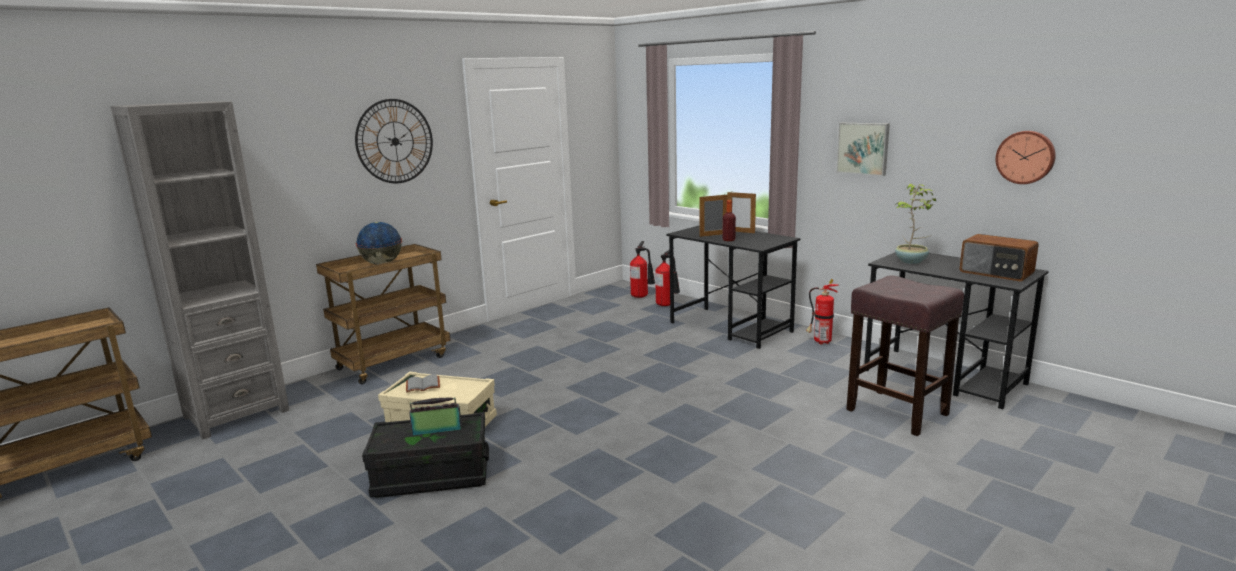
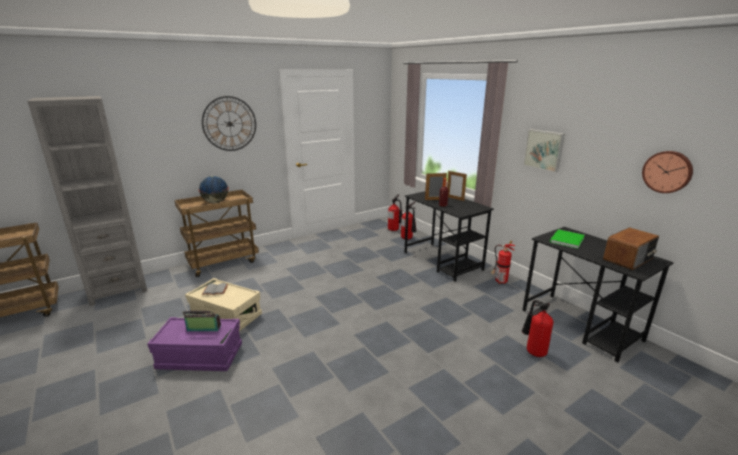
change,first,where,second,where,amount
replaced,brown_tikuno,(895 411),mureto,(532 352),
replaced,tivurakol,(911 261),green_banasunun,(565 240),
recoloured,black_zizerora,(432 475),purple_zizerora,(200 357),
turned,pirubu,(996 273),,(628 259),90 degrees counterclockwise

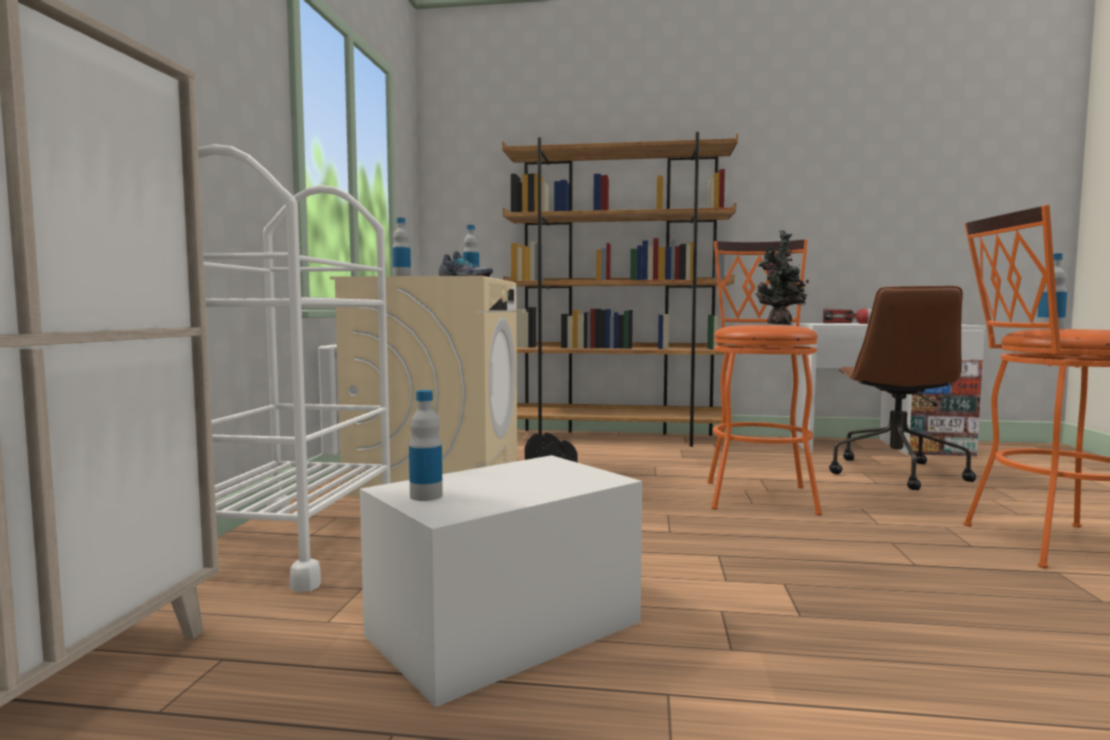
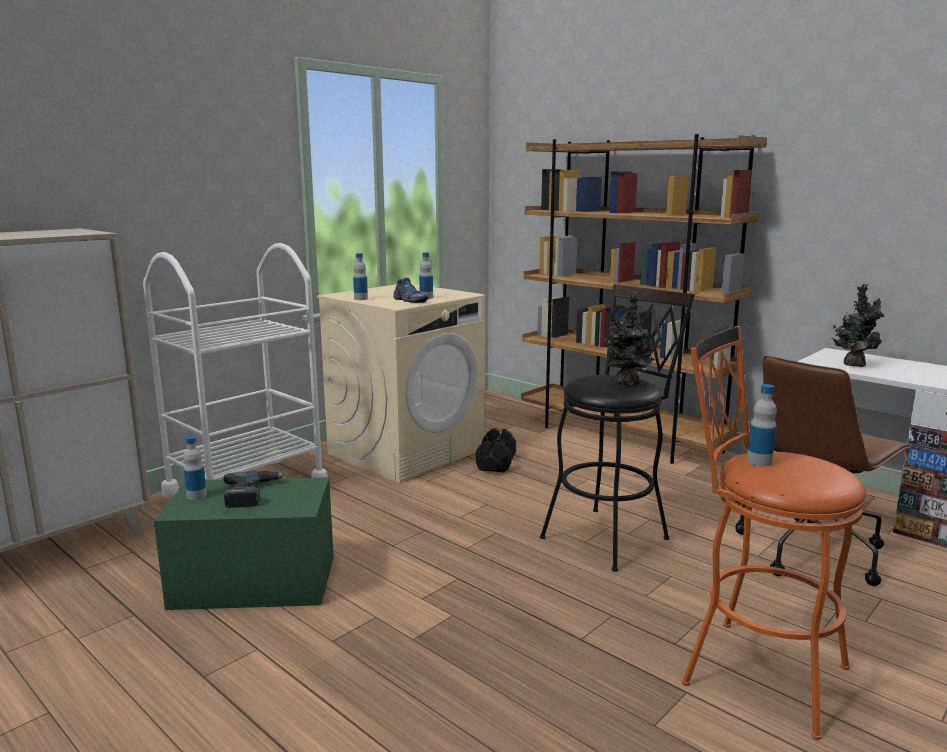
change,first,where,second,where,amount
added,,,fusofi,(252 493),
replaced,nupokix,(846 323),tivurakol,(853 364),
recoloured,white_zizerora,(504 628),green_zizerora,(254 581),
recoloured,orange_tikuno,(759 494),black_tikuno,(611 534),

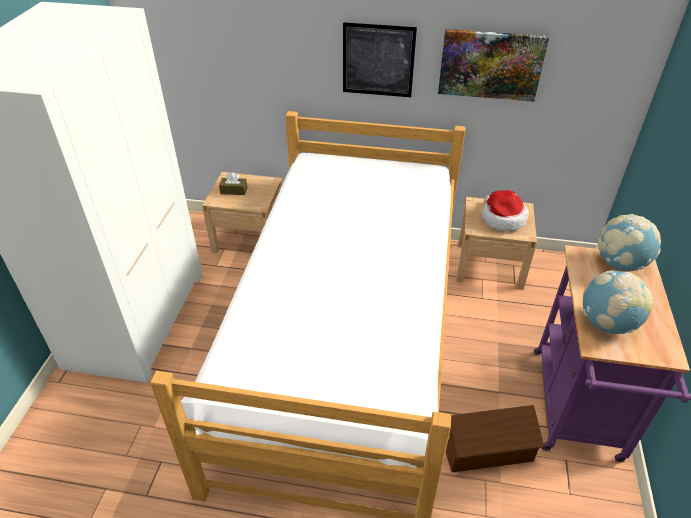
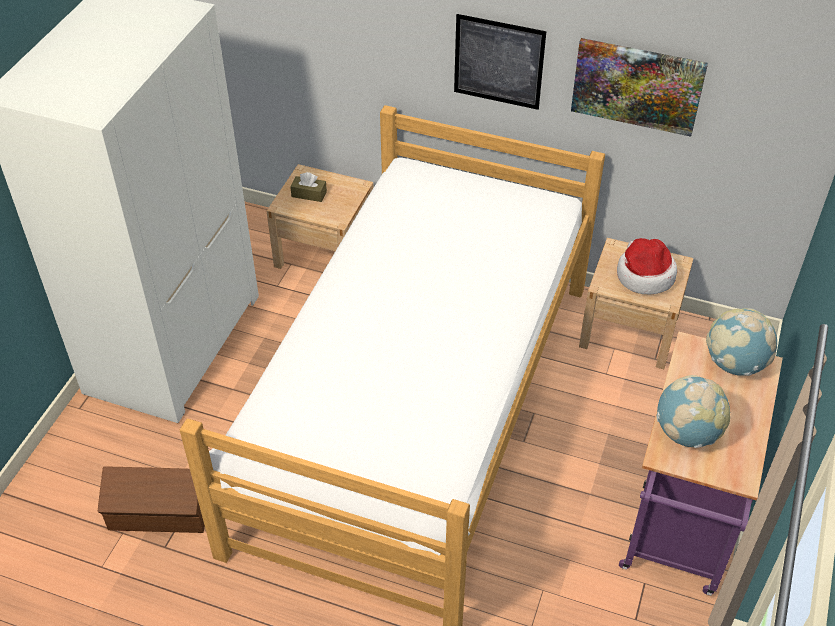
change,first,where,second,where,amount
moved,brown_zizerora,(487 450),,(160 514),

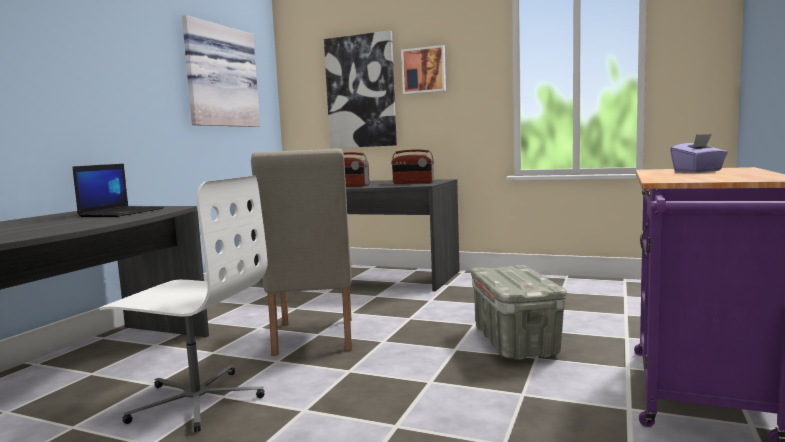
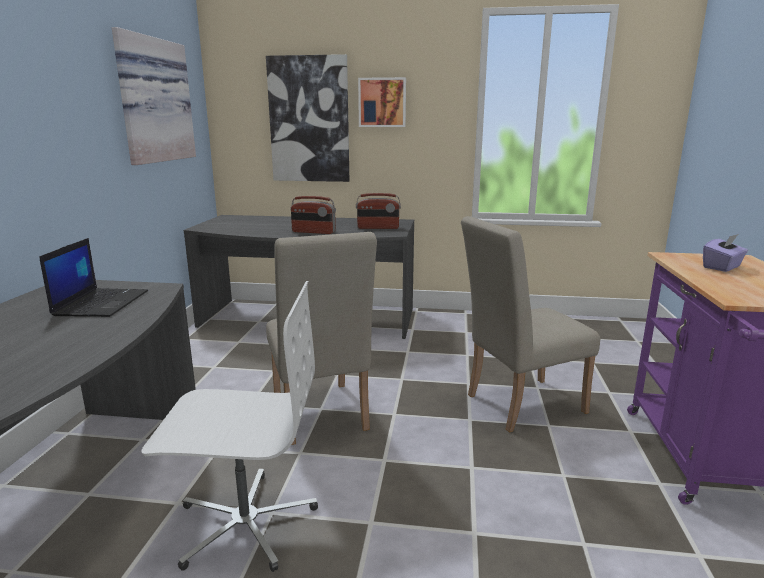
change,first,where,second,where,amount
replaced,grey_zizerora,(514 341),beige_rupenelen,(517 404),

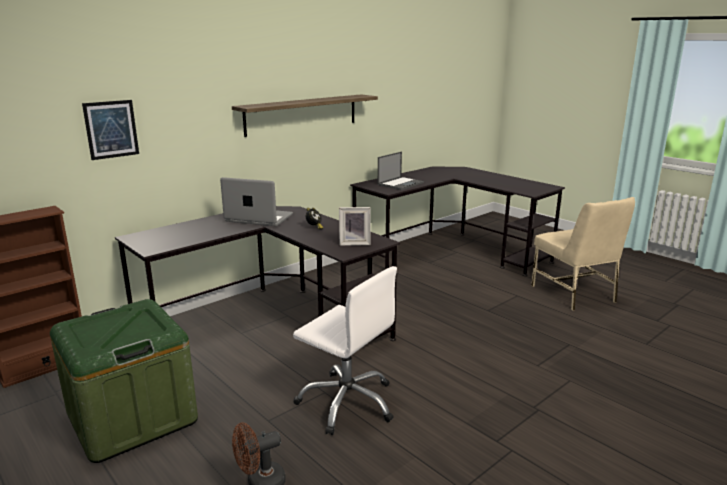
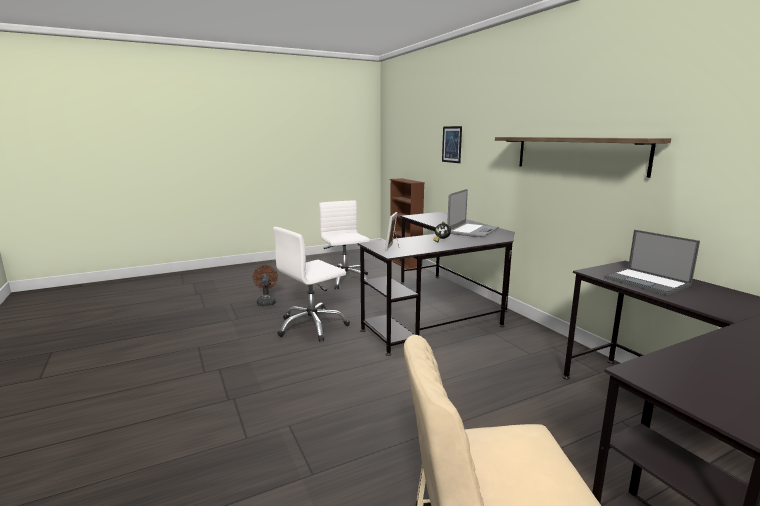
change,first,where,second,where,amount
replaced,green_zizerora,(132 417),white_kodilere,(344 280),

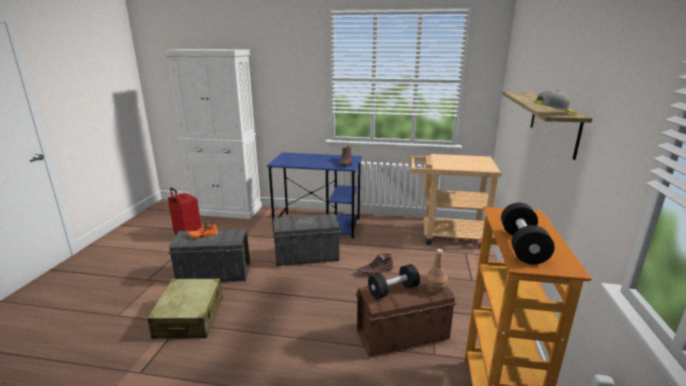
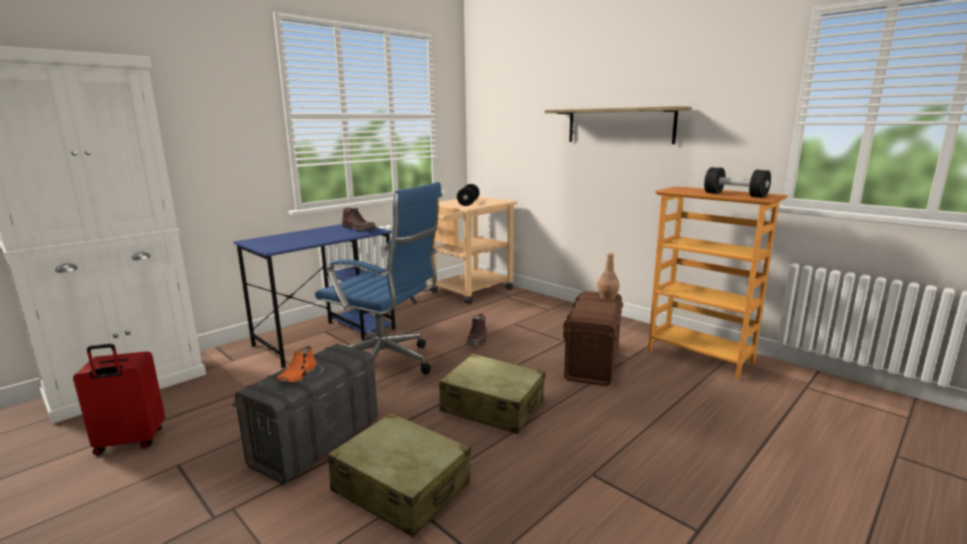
change,first,where,second,where,amount
removed,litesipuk,(555 114),,,
added,,,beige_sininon,(492 406),
moved,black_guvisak,(393 290),,(468 203),
replaced,grey_zizerora,(306 257),blue_kodilere,(387 364),

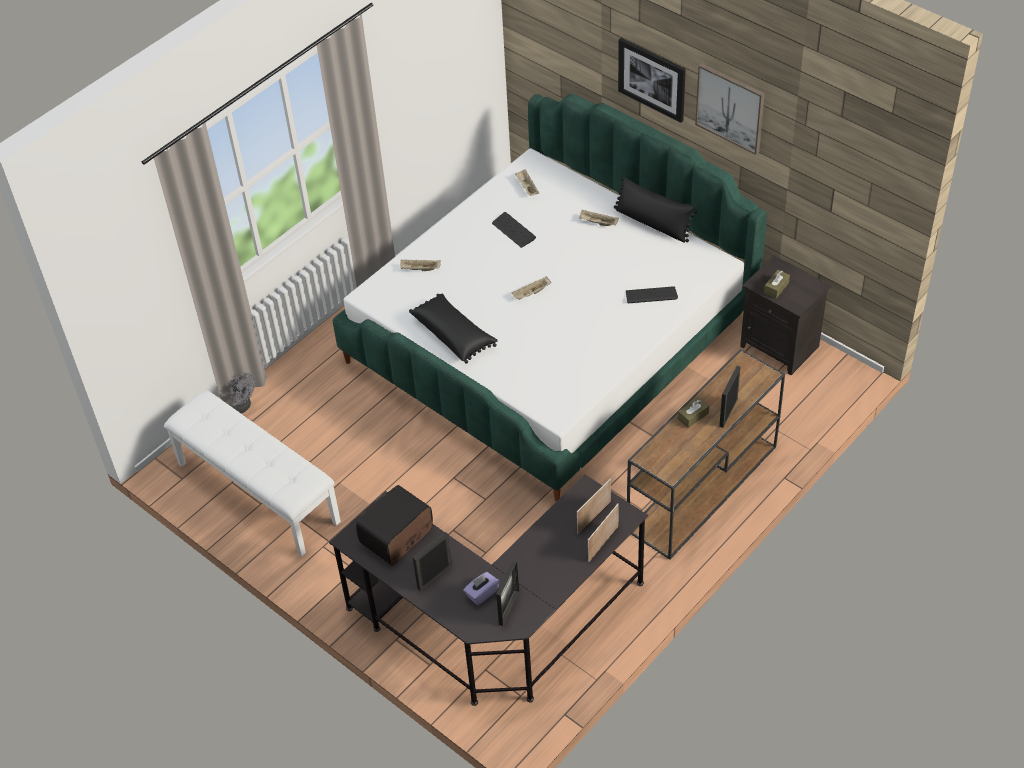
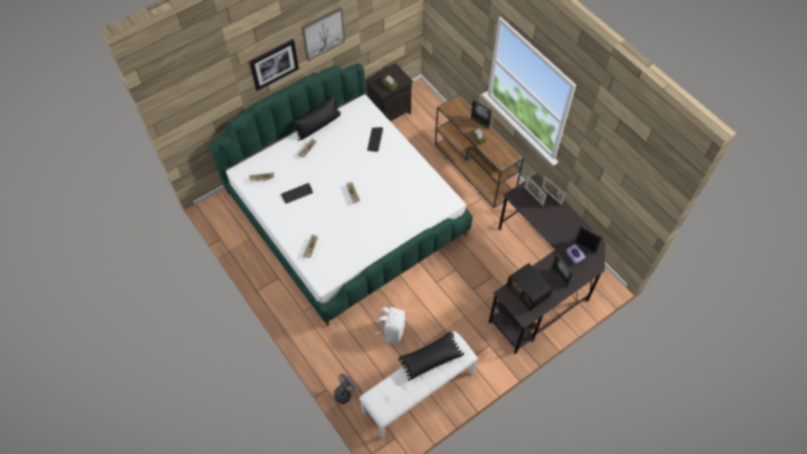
change,first,where,second,where,amount
added,,,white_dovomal,(392 331),
moved,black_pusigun,(454 335),,(430 358),

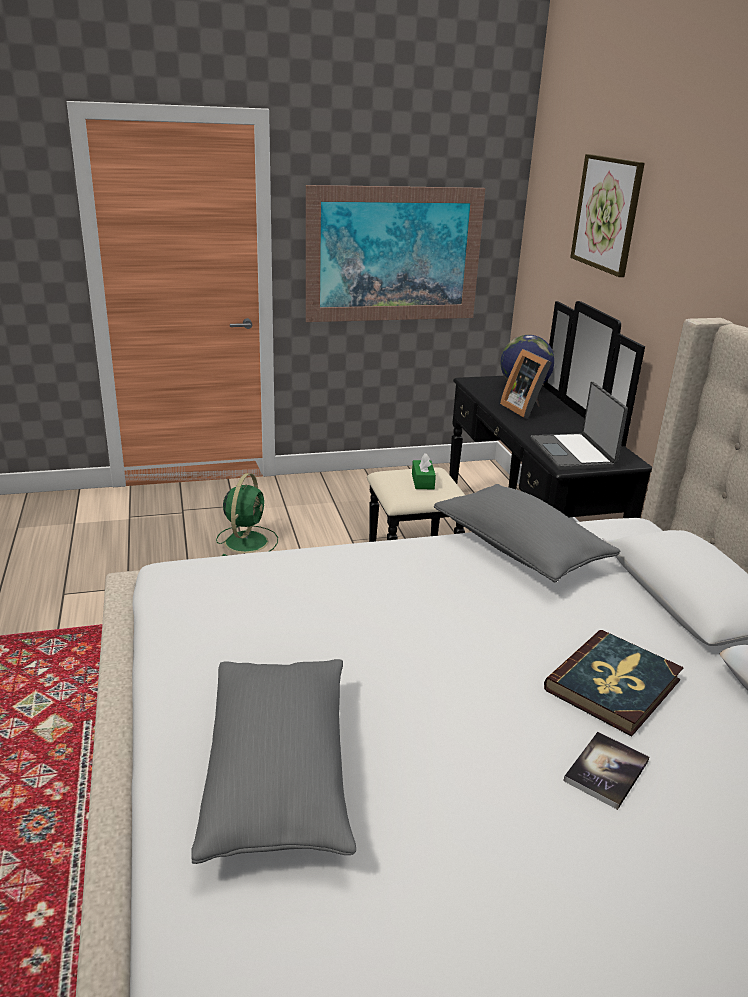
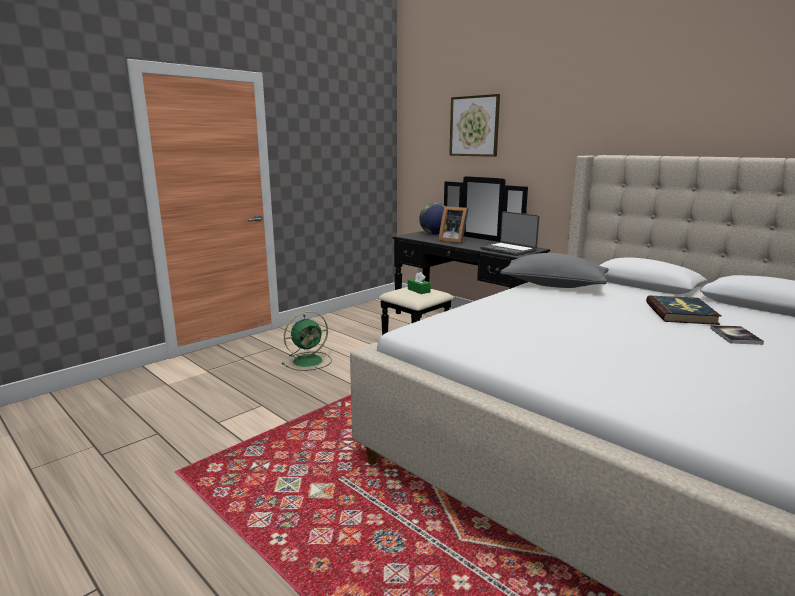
change,first,where,second,where,amount
removed,grey_pusigun,(278 775),,,
removed,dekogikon,(394 255),,,
turned,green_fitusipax,(247 541),,(309 361),75 degrees clockwise

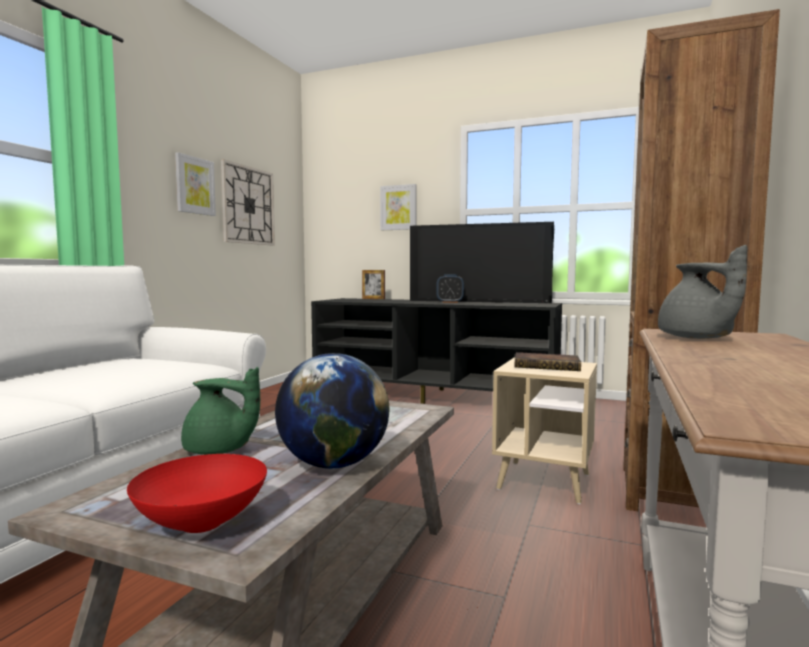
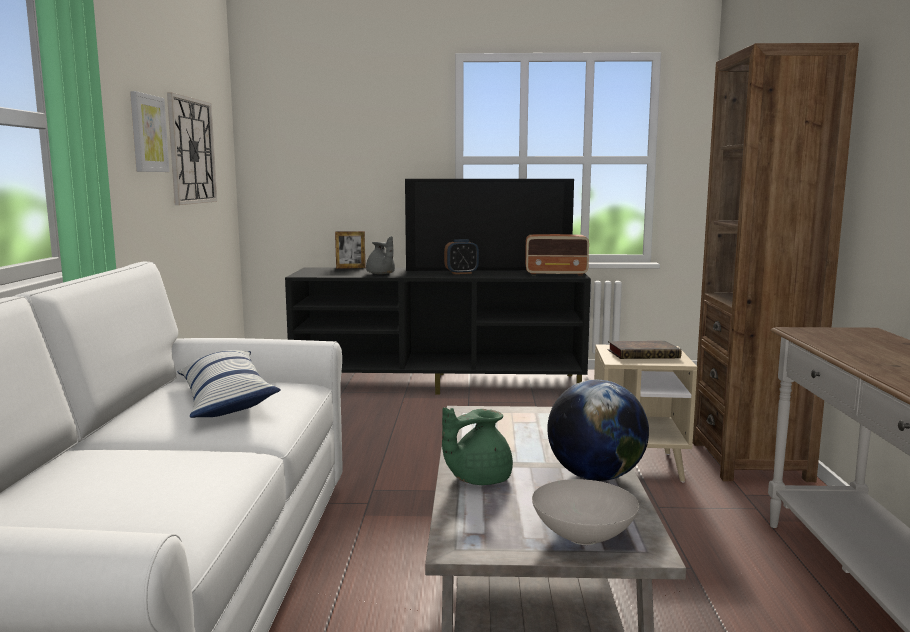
change,first,where,second,where,amount
removed,dekogikon,(398 207),,,
added,,,pusigun,(225 400),
added,,,pirubu,(556 274),
moved,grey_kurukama,(696 338),,(381 274),
recoloured,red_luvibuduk,(200 524),white_luvibuduk,(583 538),
turned,green_kurukama,(219 451),,(477 479),150 degrees clockwise

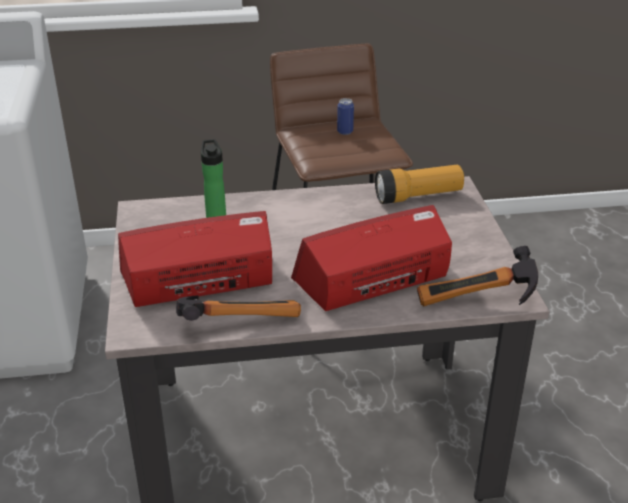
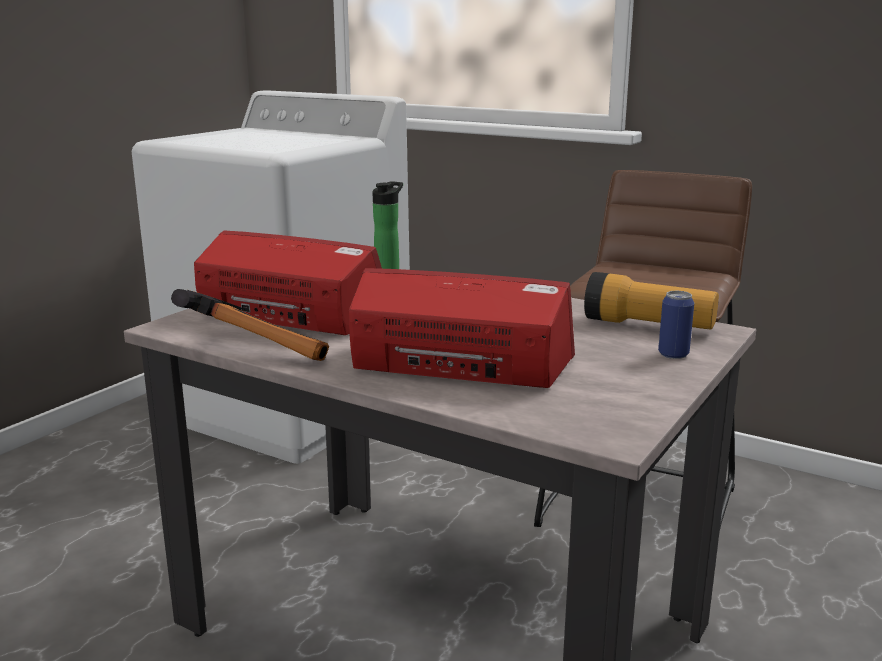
change,first,where,second,where,amount
removed,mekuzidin,(477 304),,,
moved,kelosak,(345 132),,(673 354),

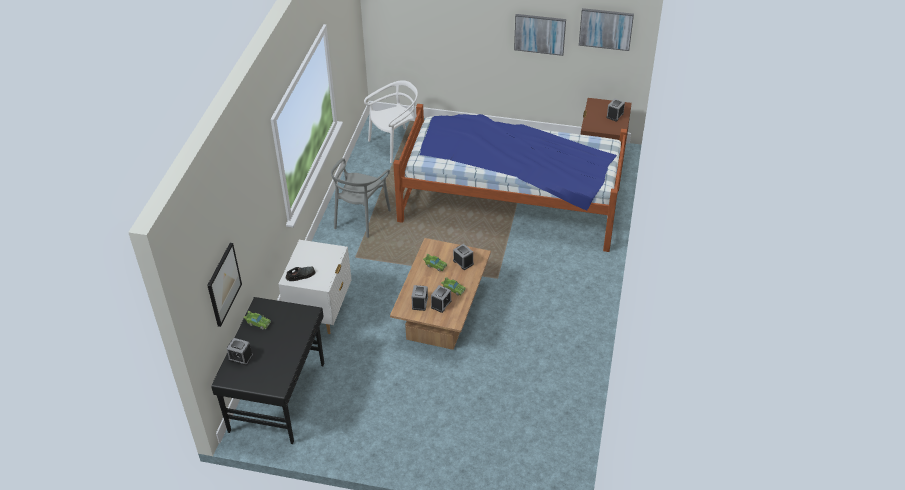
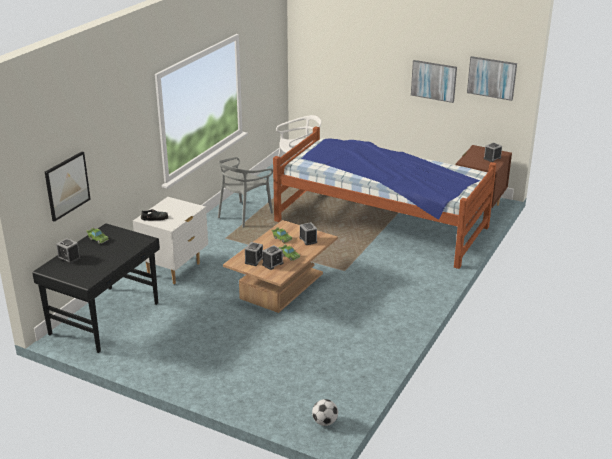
change,first,where,second,where,amount
added,,,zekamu,(324 422),

